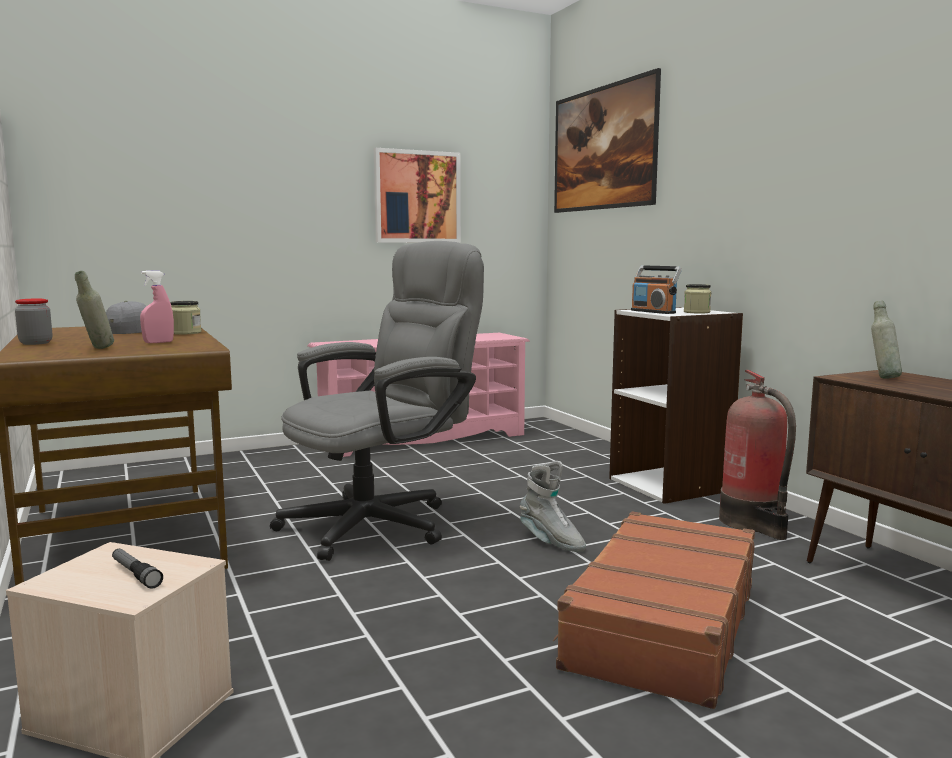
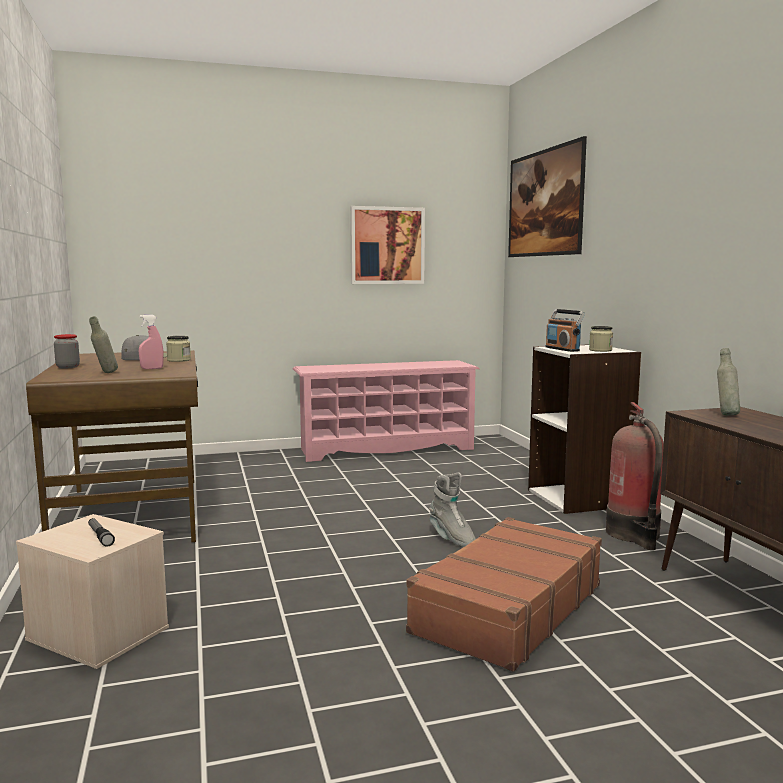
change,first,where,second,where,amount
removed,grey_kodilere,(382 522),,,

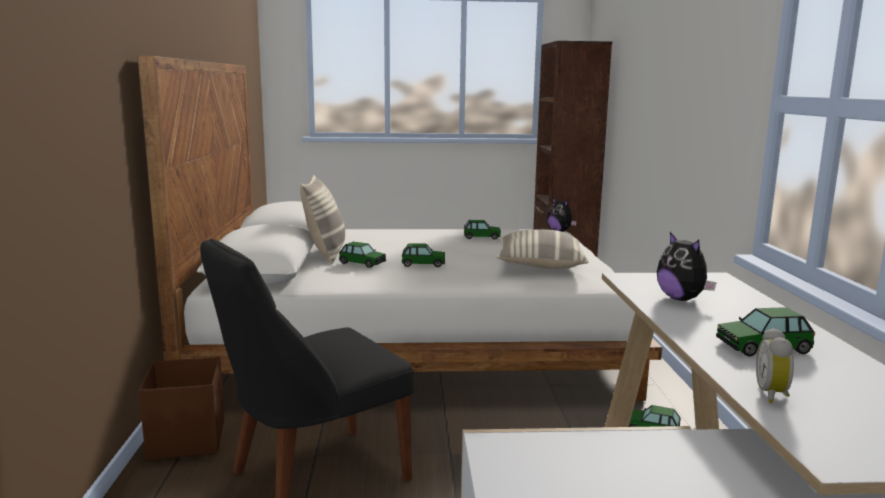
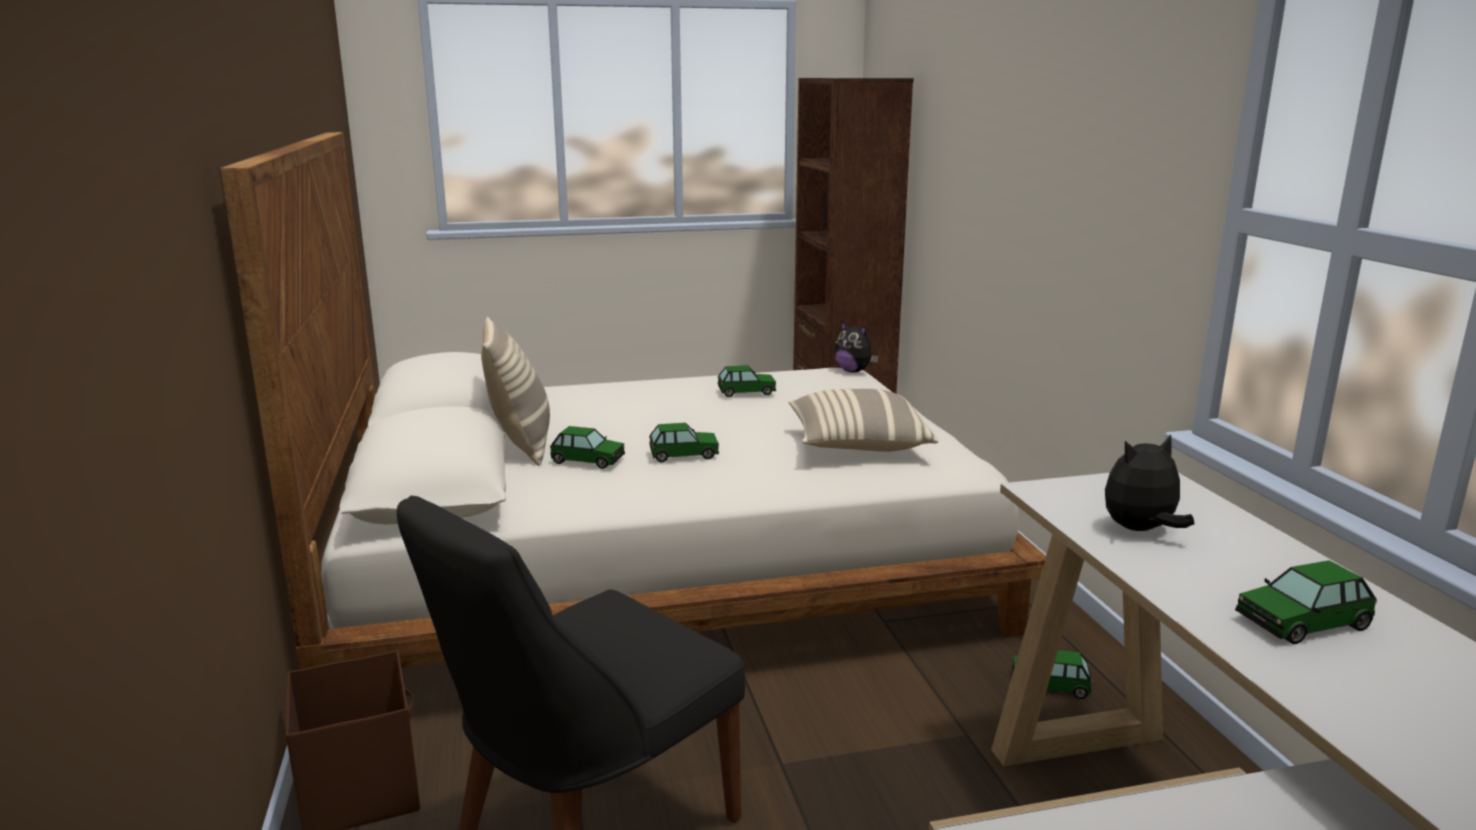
change,first,where,second,where,amount
removed,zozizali,(773 395),,,
turned,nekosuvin,(681 299),,(1140 530),105 degrees clockwise

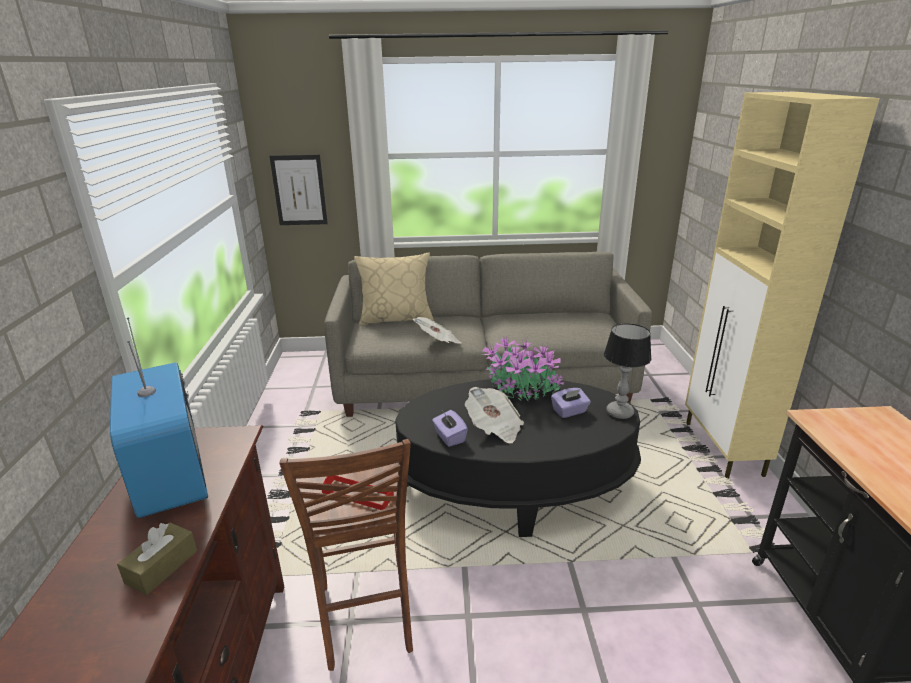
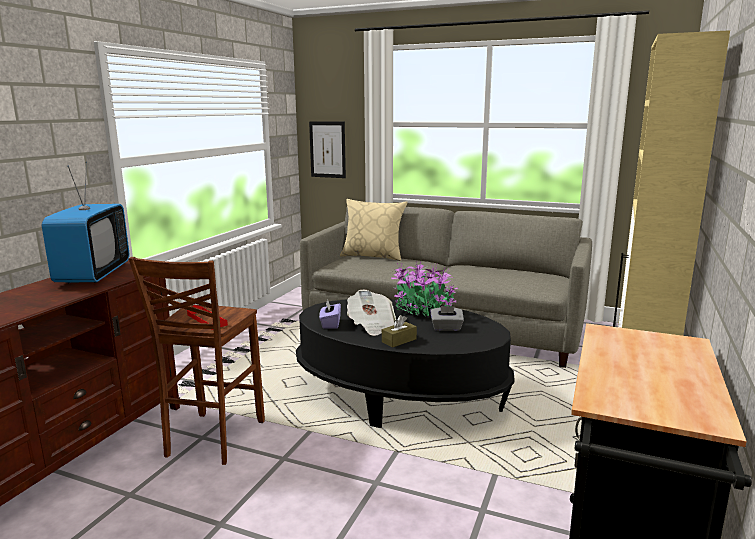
change,first,where,second,where,amount
removed,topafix,(438 342),,,
removed,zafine,(620 413),,,
moved,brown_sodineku,(162 566),,(399 340),
recoloured,purple_sodineku,(569 411),grey_sodineku,(446 328),

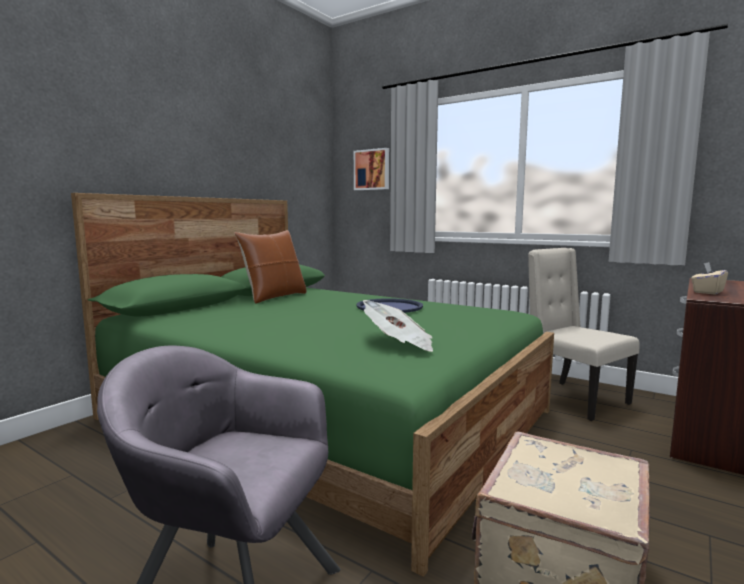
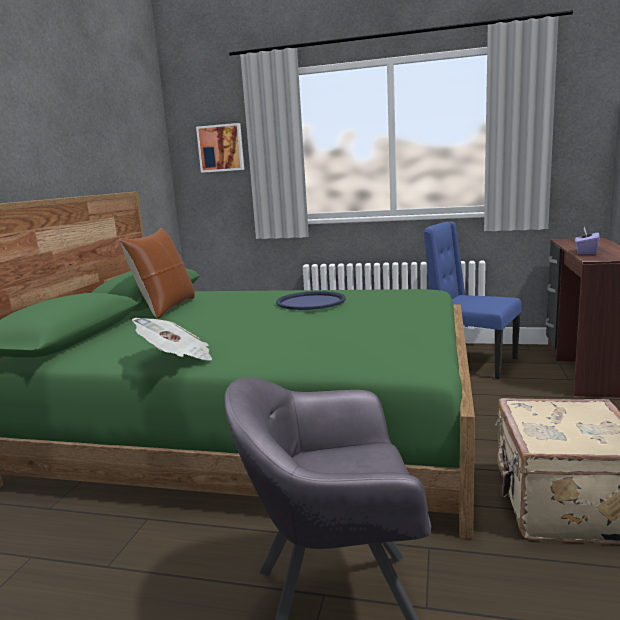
change,first,where,second,where,amount
moved,topafix,(399 345),,(177 358),
recoloured,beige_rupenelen,(573 399),blue_rupenelen,(471 363),
recoloured,beige_sodineku,(707 292),purple_sodineku,(586 252),

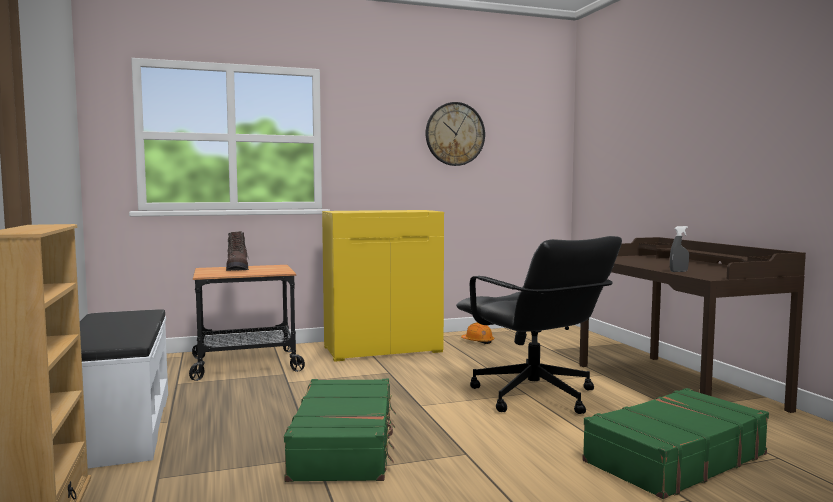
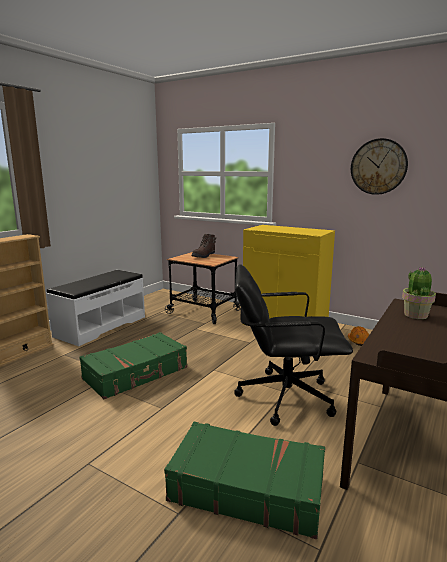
change,first,where,second,where,amount
removed,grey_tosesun,(678 271),,,
added,,,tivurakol,(416 315),
turned,black_kodilere,(534 396),,(284 396),75 degrees clockwise

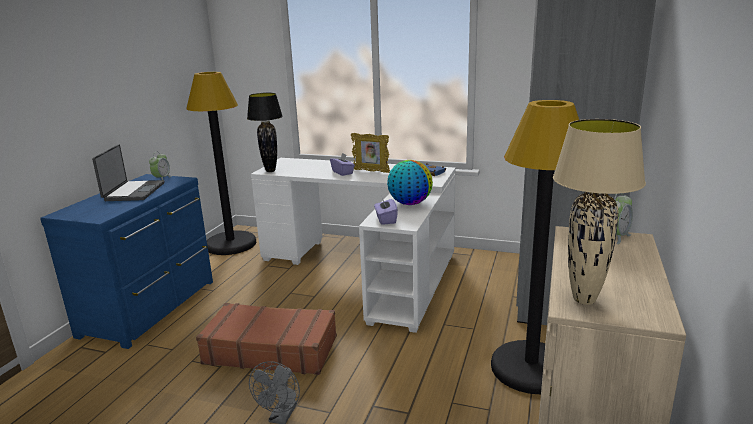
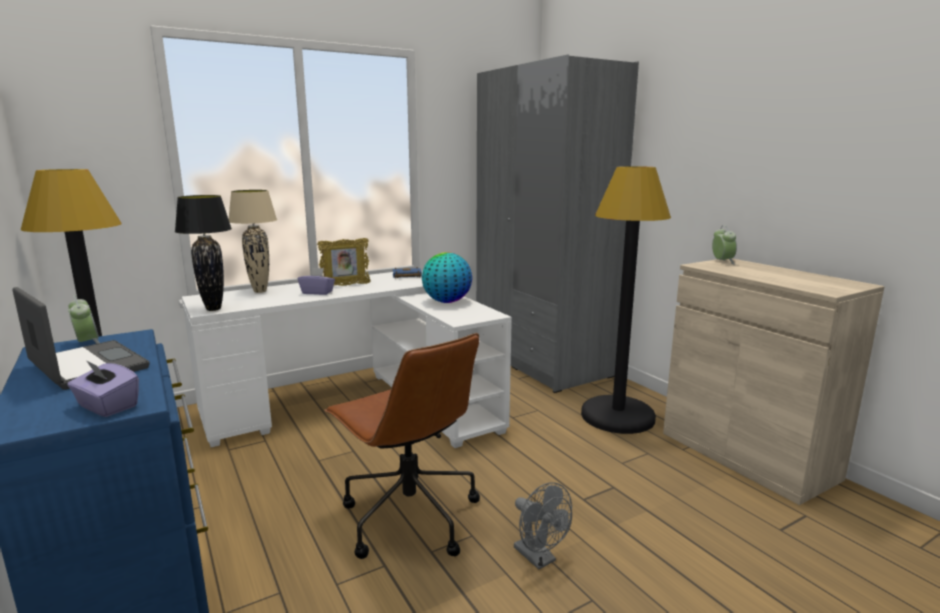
change,first,where,second,where,amount
moved,purple_sodineku,(385 220),,(107 406),
moved,beige_zafine,(584 299),,(260 291),
replaced,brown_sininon,(271 349),brown_kodilere,(408 516),

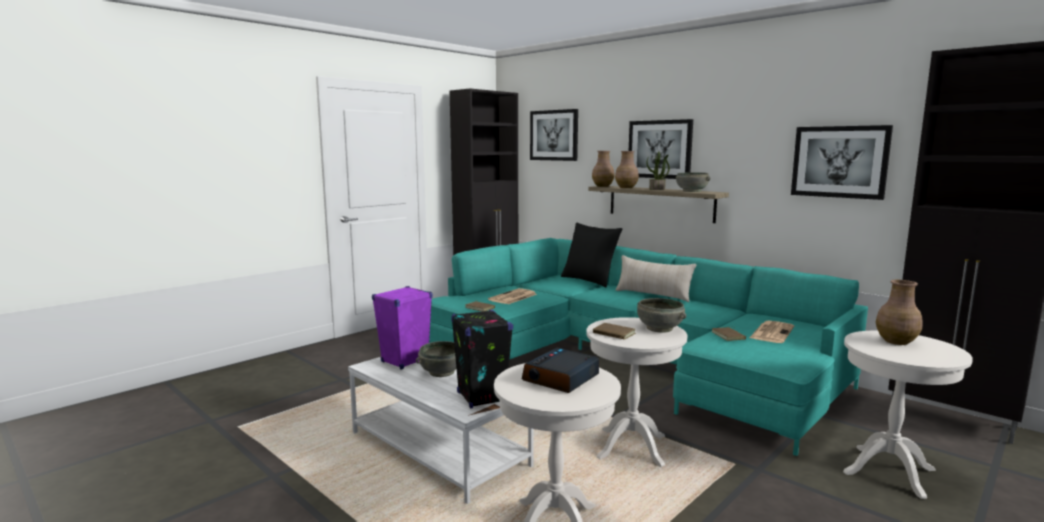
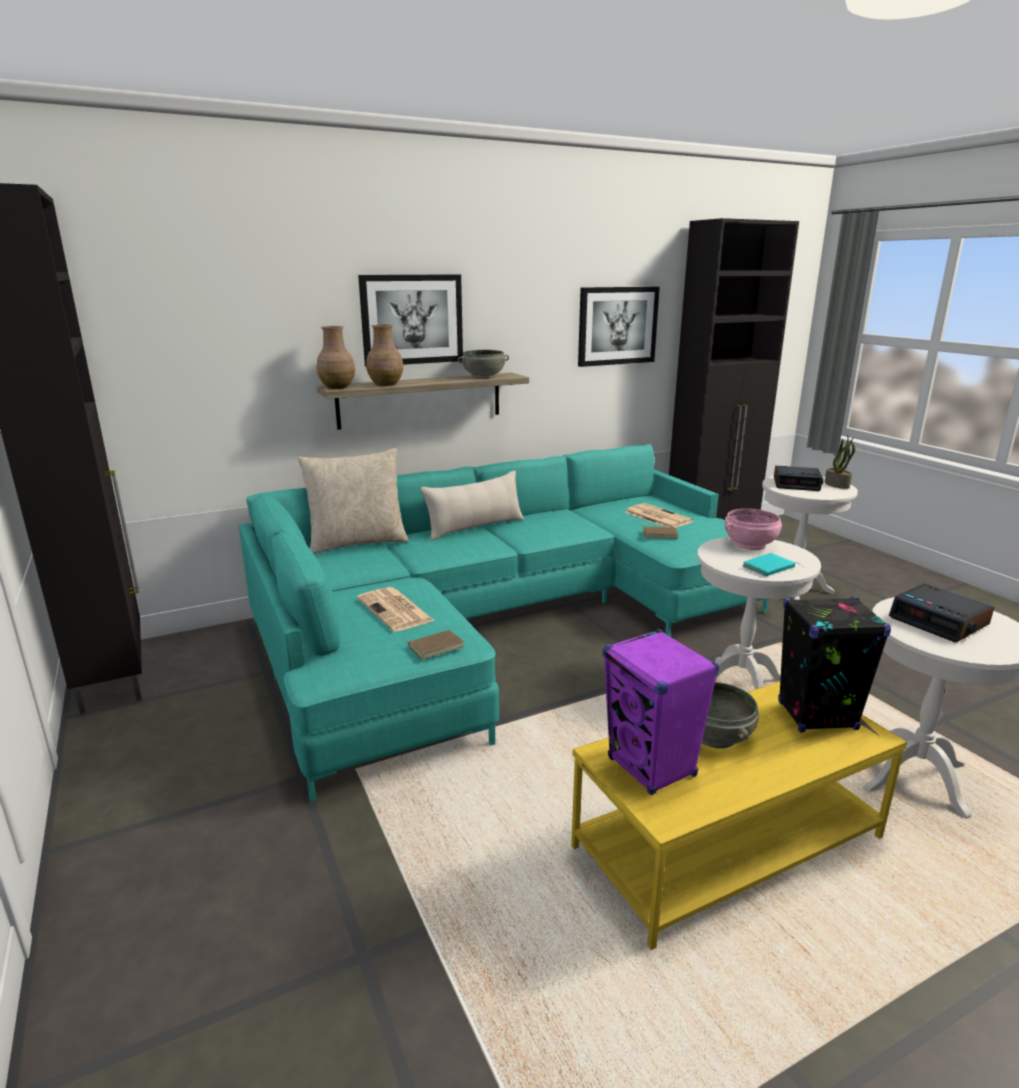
change,first,where,second,where,amount
removed,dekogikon,(554 135),,,
moved,tivurakol,(657 189),,(837 485),
replaced,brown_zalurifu,(897 341),zozizali,(796 484),
recoloured,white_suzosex,(439 448),yellow_suzosex,(727 840),
recoloured,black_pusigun,(589 280),beige_pusigun,(357 543),
recoloured,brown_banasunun,(613 334),turquoise_banasunun,(769 568),
recoloured,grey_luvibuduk,(659 328),pink_luvibuduk,(750 545),

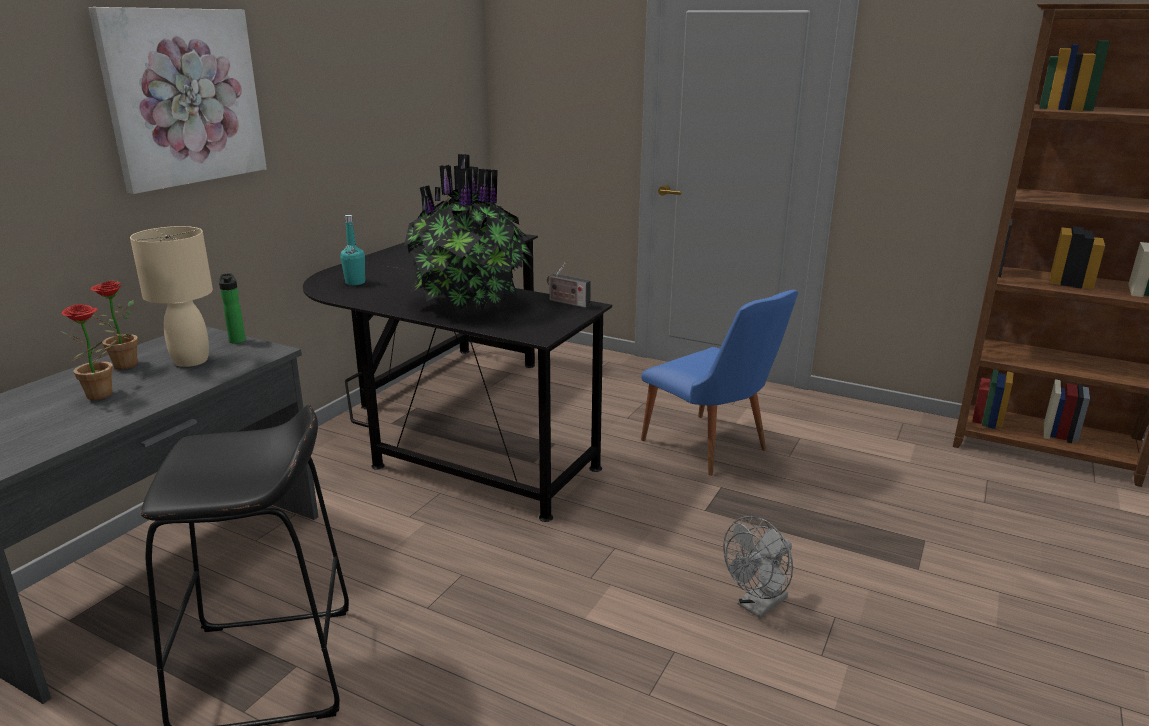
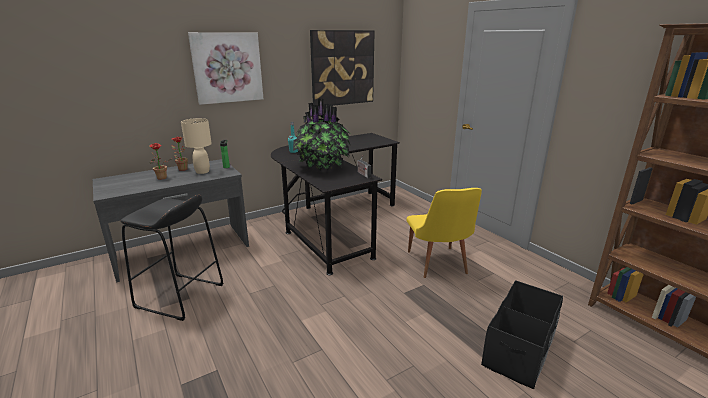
change,first,where,second,where,amount
removed,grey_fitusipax,(757 606),,,
added,,,dekogikon,(342 68),
added,,,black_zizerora,(520 348),
recoloured,blue_rupenelen,(712 449),yellow_rupenelen,(438 265),

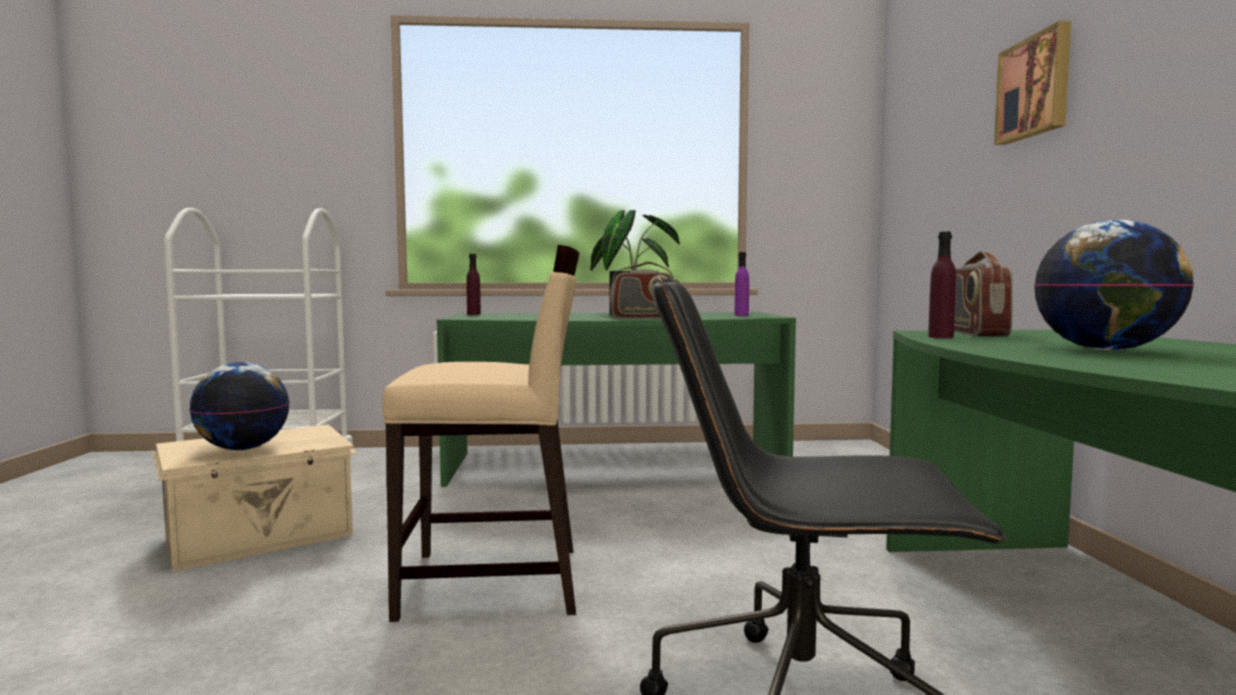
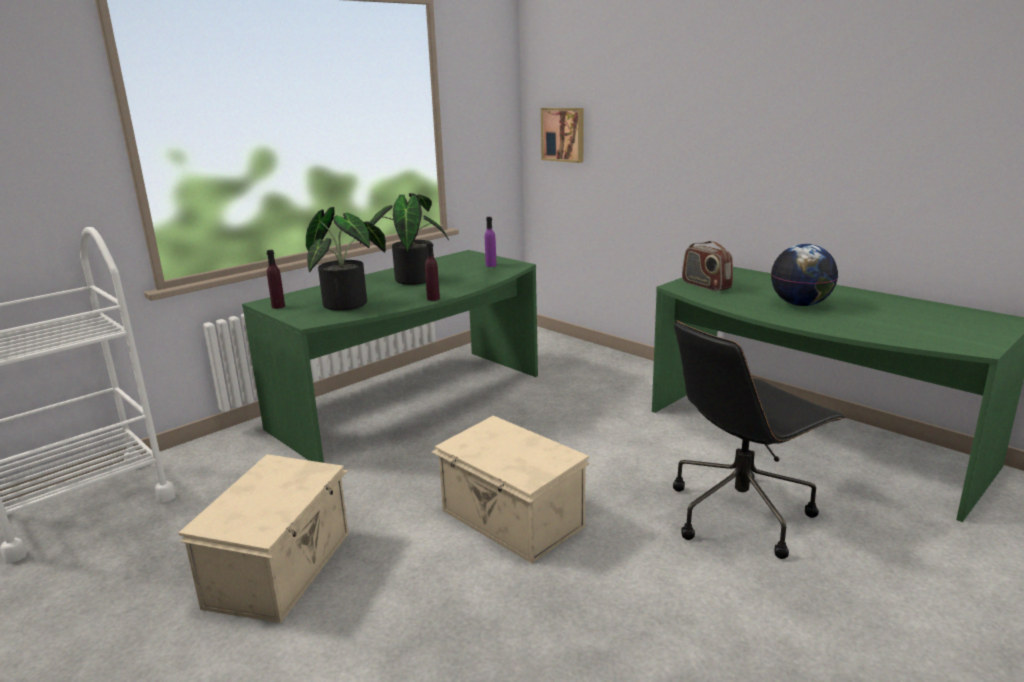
change,first,where,second,where,amount
removed,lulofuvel,(243 449),,,
removed,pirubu,(642 318),,,
added,,,tivurakol,(351 304),
moved,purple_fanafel,(940 337),,(433 299),
moved,dekogikon,(1035 87),,(563 134),
replaced,beige_rupenelen,(494 582),beige_zizerora,(511 520),

